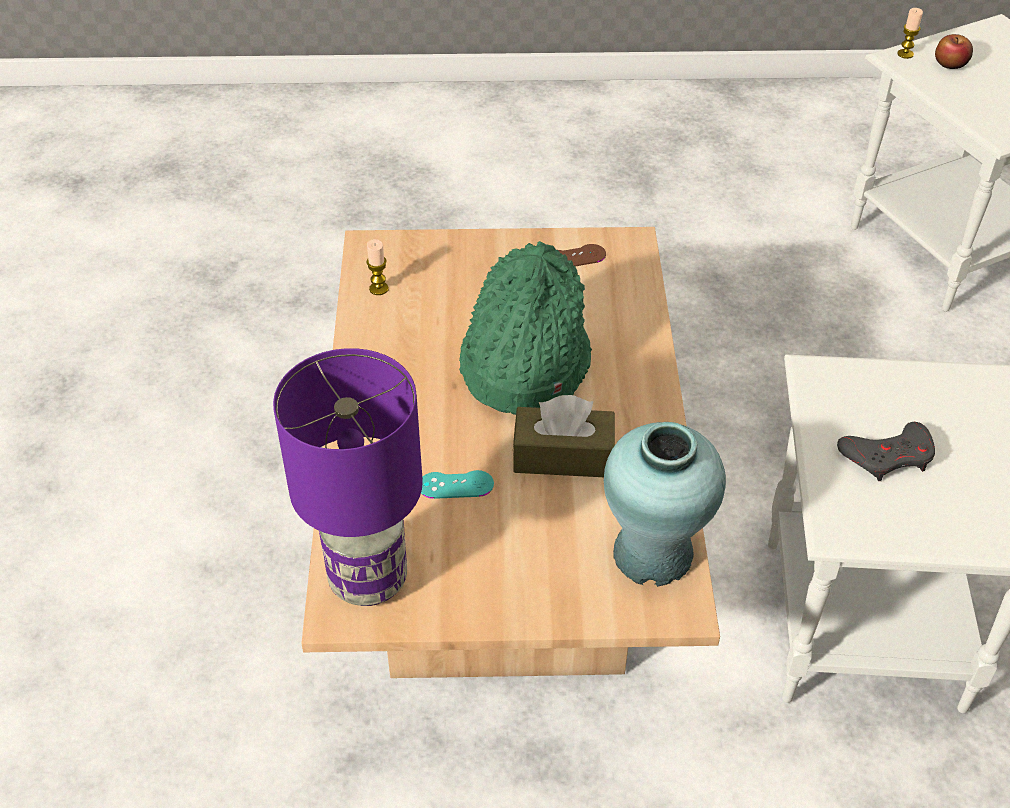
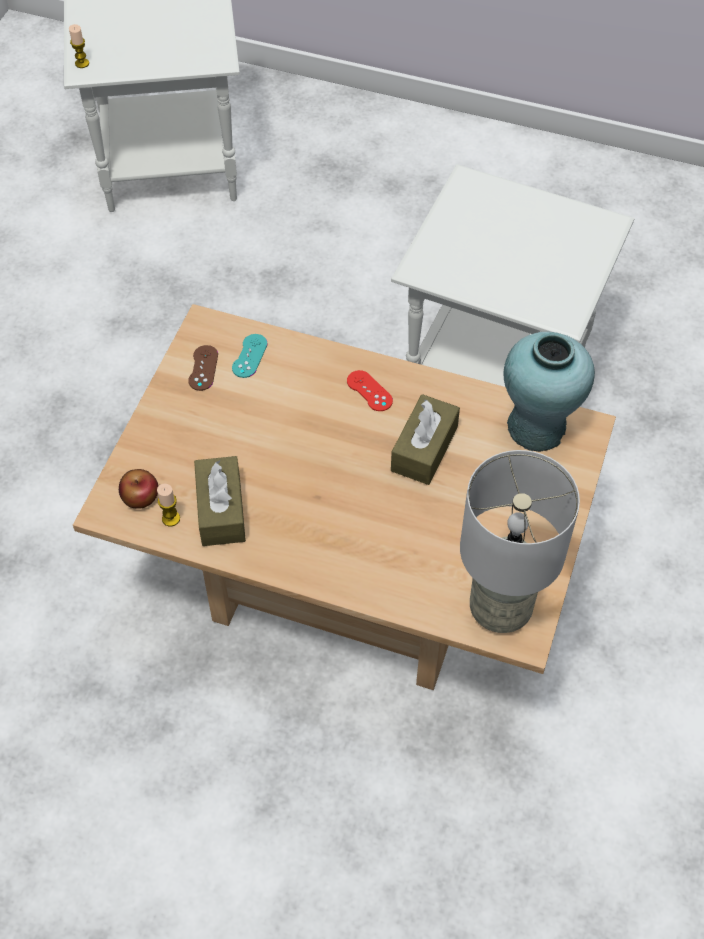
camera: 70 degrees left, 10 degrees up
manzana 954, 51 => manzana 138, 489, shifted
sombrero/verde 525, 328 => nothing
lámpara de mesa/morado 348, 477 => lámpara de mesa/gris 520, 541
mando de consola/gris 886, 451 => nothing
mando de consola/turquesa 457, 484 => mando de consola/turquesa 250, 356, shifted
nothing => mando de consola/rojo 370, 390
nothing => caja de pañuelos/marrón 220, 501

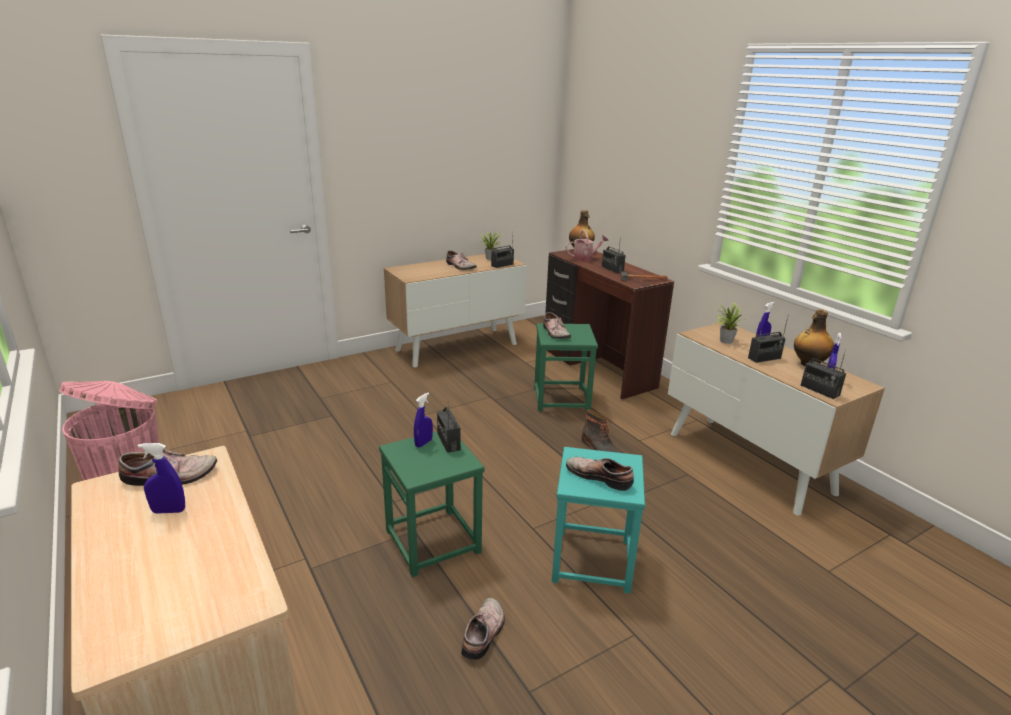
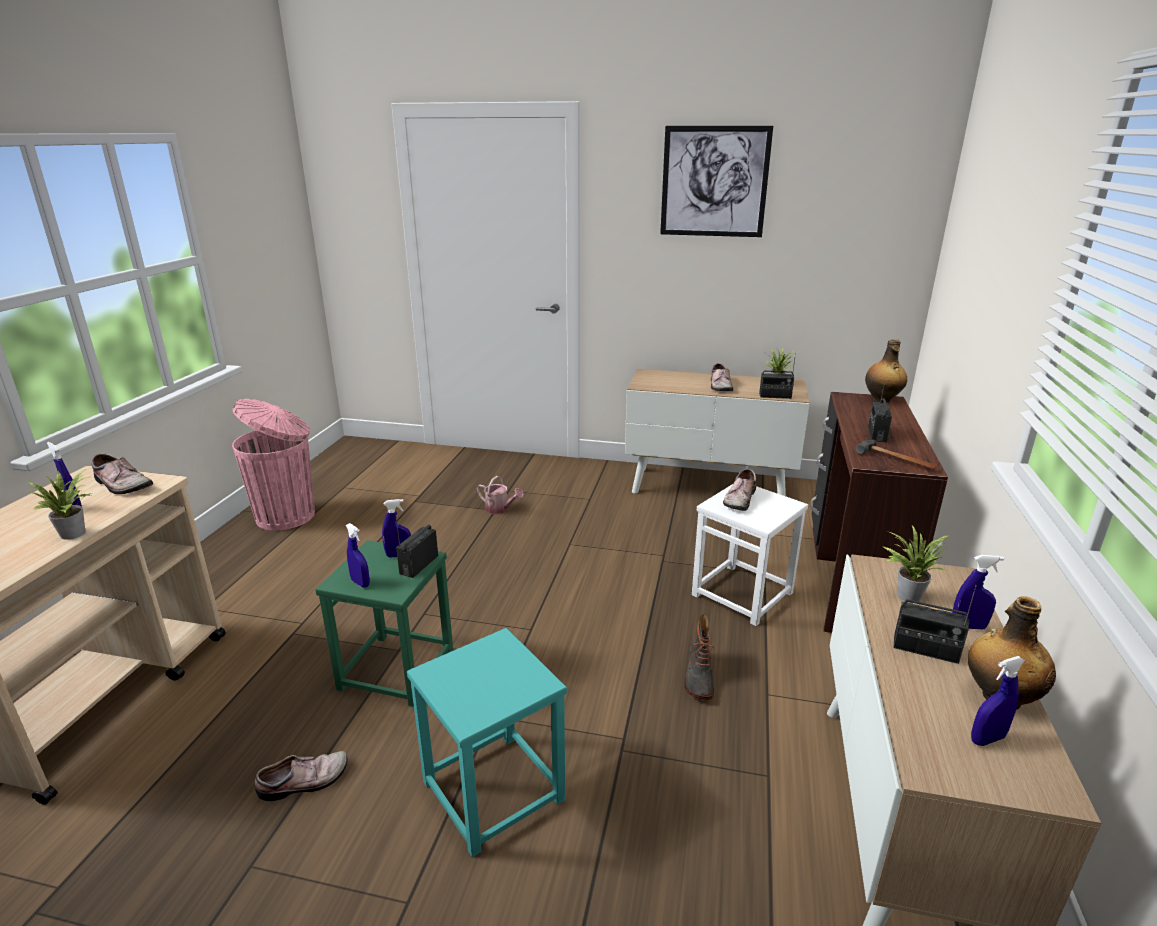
camera: 45 degrees right, 0 degrees up
regadera 587, 245 => regadera 500, 495, shifted
taburete/verde 566, 367 => taburete/blanco 750, 555
radio 823, 374 => nothing
zapato 600, 474 => nothing
nothing => cuadro 716, 181
nothing => planta en maceta 60, 504
nothing => pulverizador/azul 358, 555

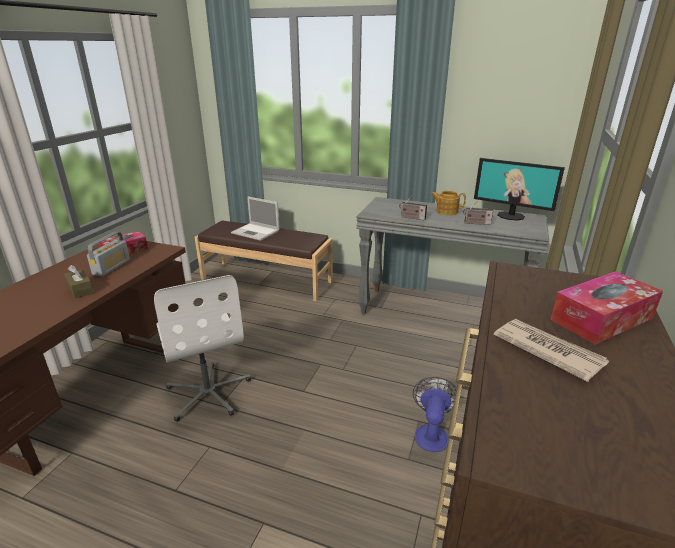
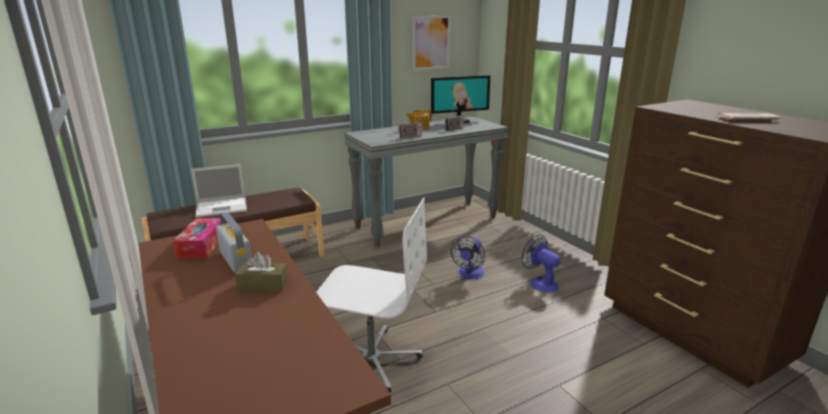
camera: 50 degrees left, 5 degrees down
caja de pañuelos 606, 307 => nothing
nothing => cuadro 431, 42
nothing => ventilador 468, 257

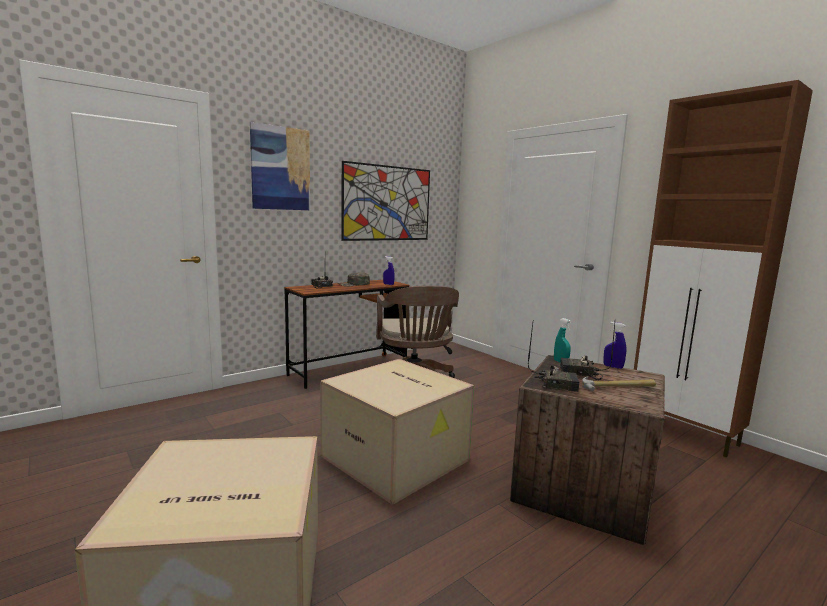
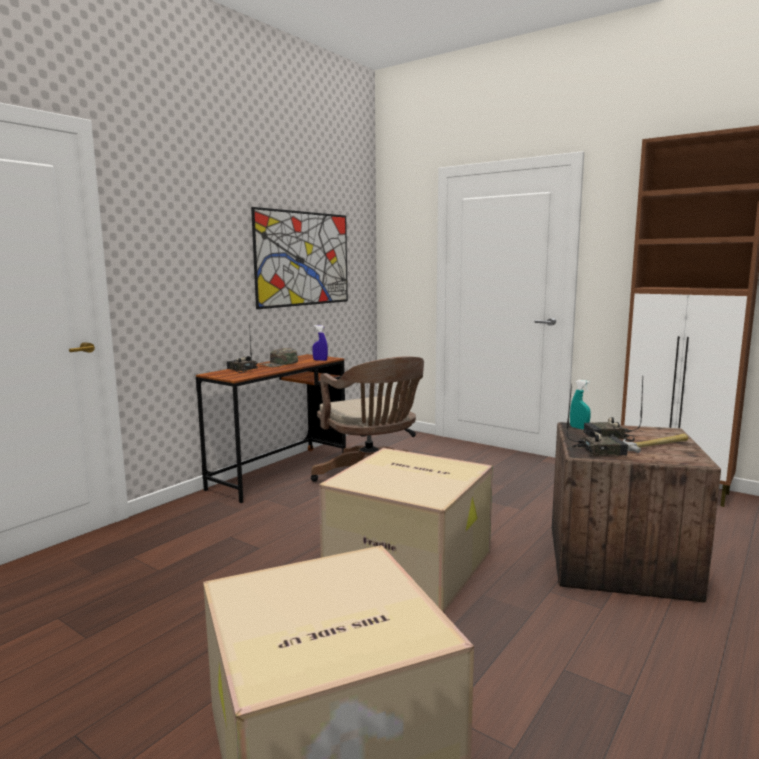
camera: 15 degrees left, 0 degrees up
cuadro 280, 166 => nothing
pulverizador/azul 614, 345 => nothing

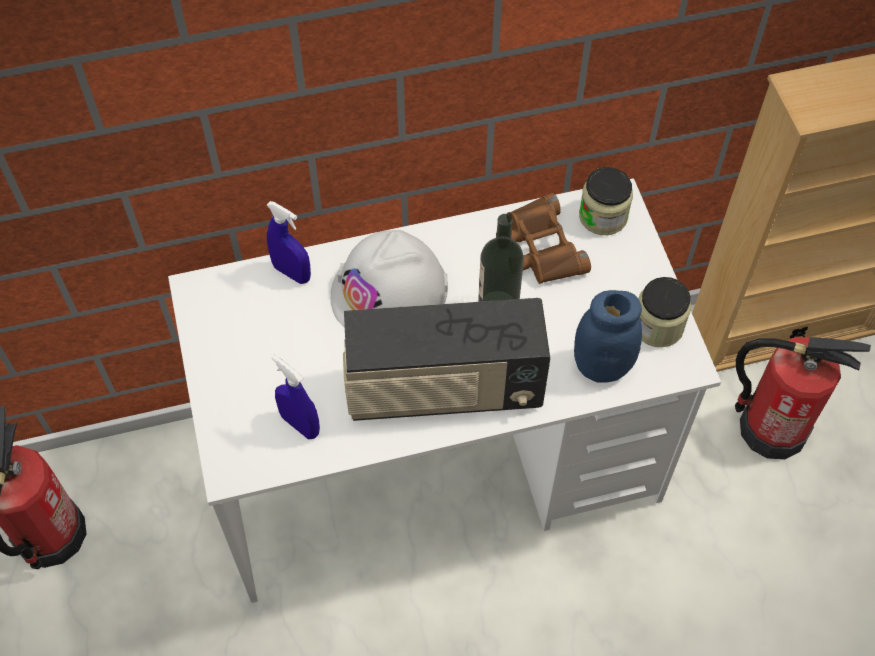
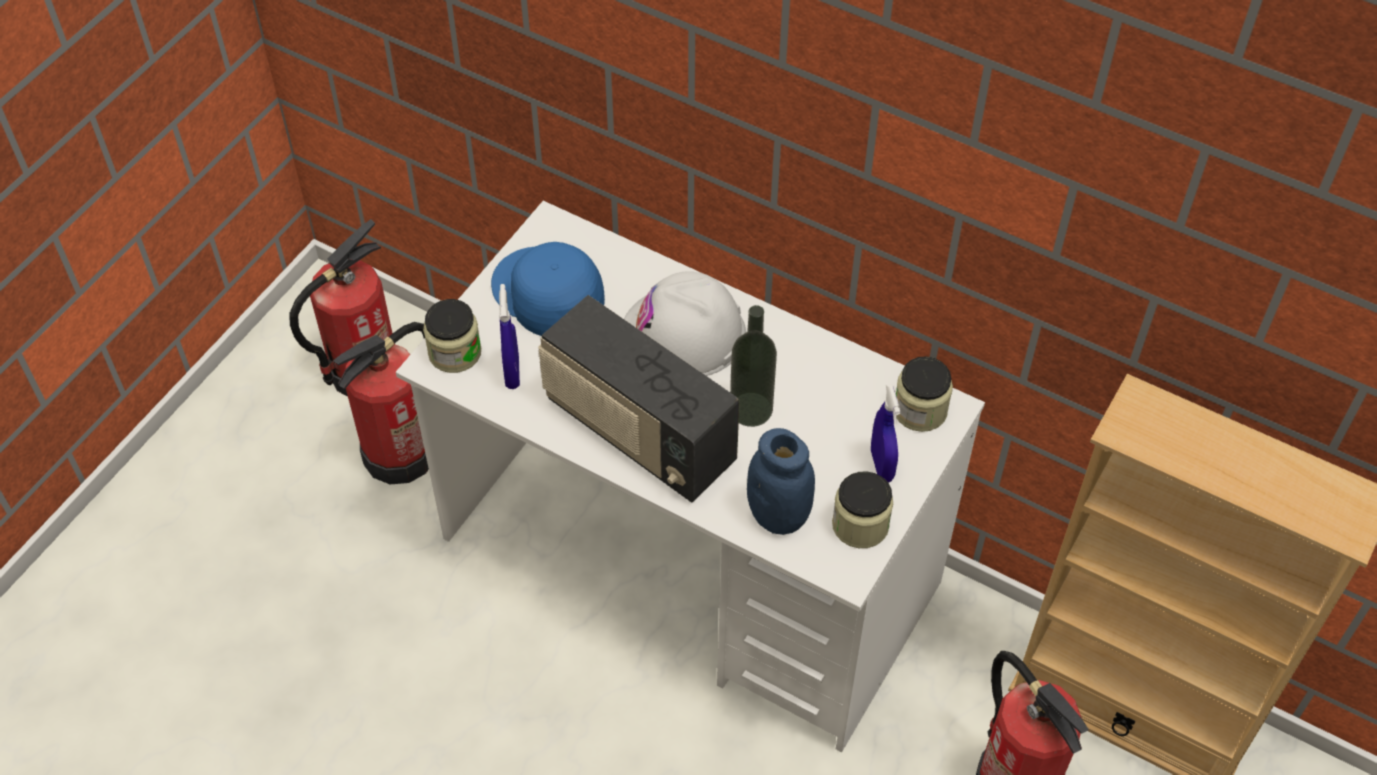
camera: 45 degrees right, 5 degrees down
prismáticos/marrón 543, 238 => nothing
pulverizador/azul 289, 242 => pulverizador/azul 886, 433, shifted
nothing => gorra/azul 548, 289
nothing => tarro 452, 336
nothing => extintor 381, 403

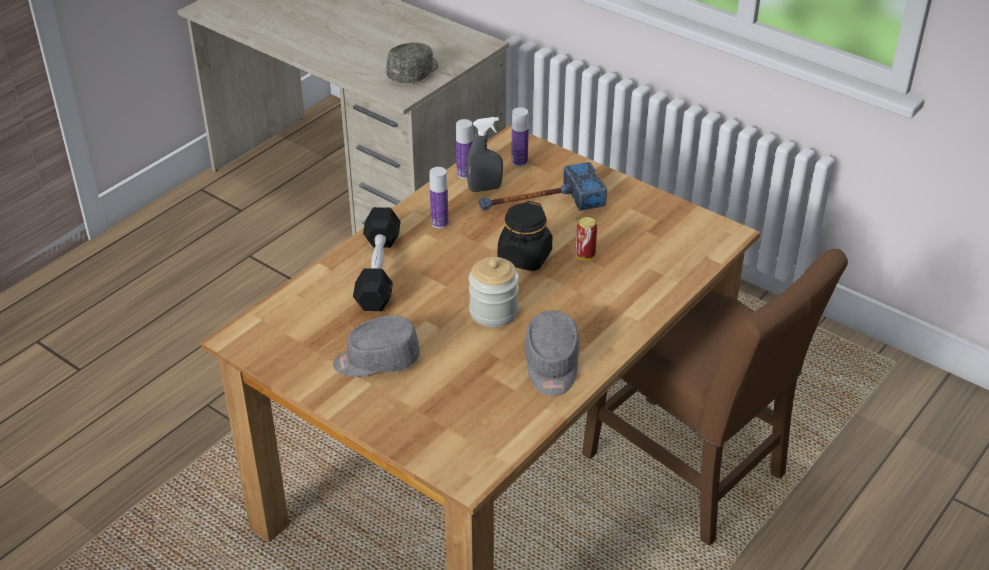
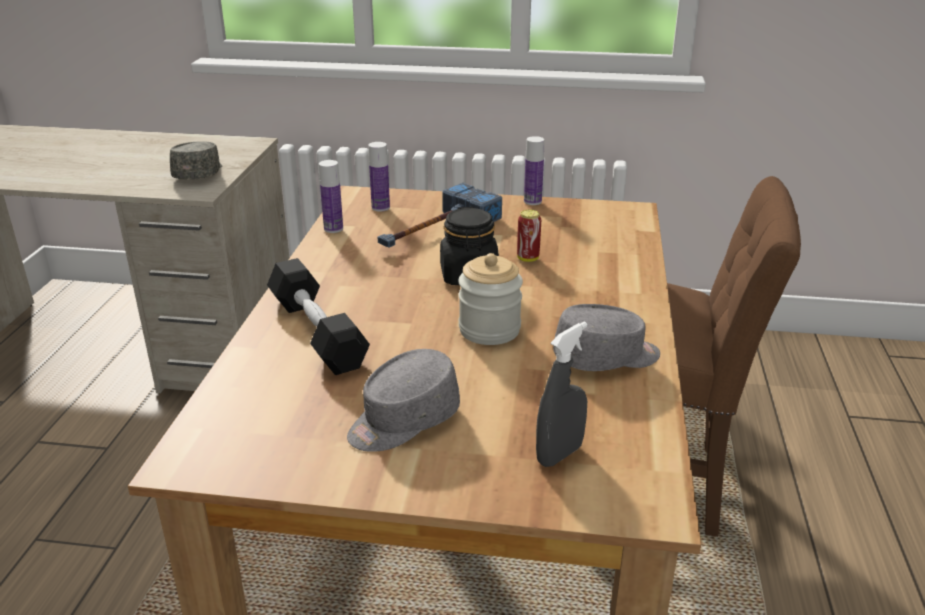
camera: 30 degrees left, 10 degrees down
pulverizador/gris 484, 154 => pulverizador/gris 562, 394, shifted
botella 439, 197 => botella 534, 170, shifted
gorra/gris 552, 353 => gorra/gris 606, 337, 75 degrees counterclockwise

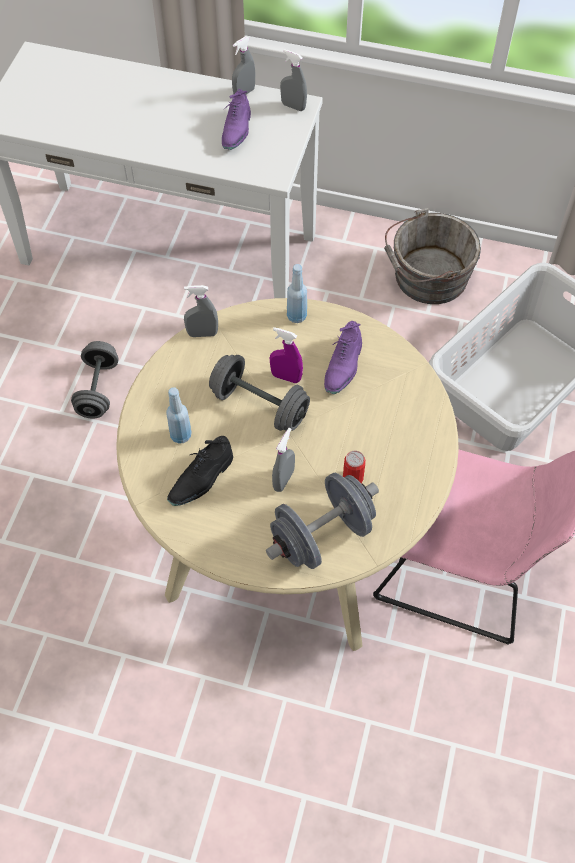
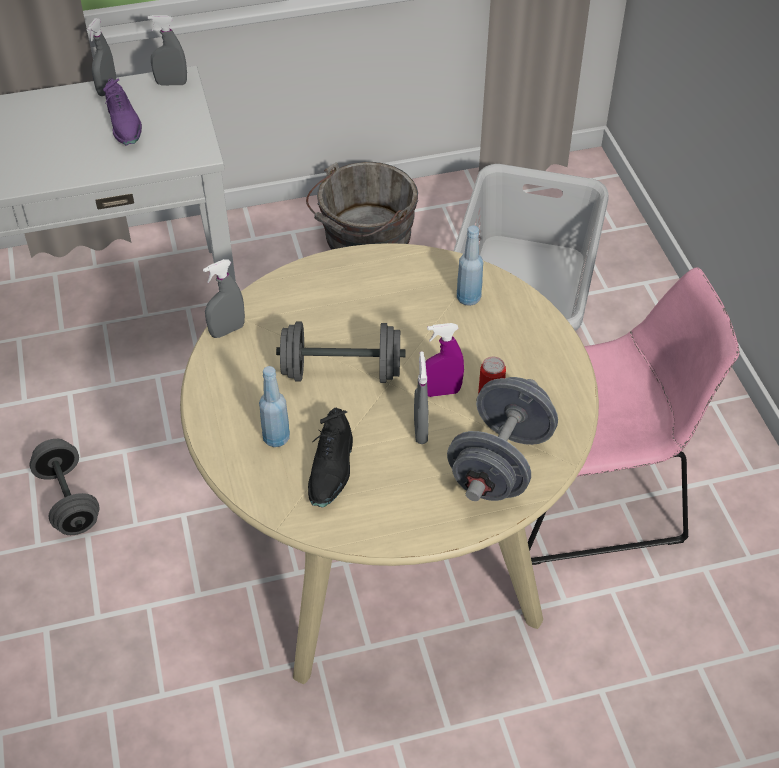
camera: 30 degrees left, 10 degrees down
botella/azul 297, 293 => botella/azul 470, 265, shifted
zapato/morado 343, 357 => nothing
pulverizador/morado 286, 355 => pulverizador/morado 444, 360, shifted

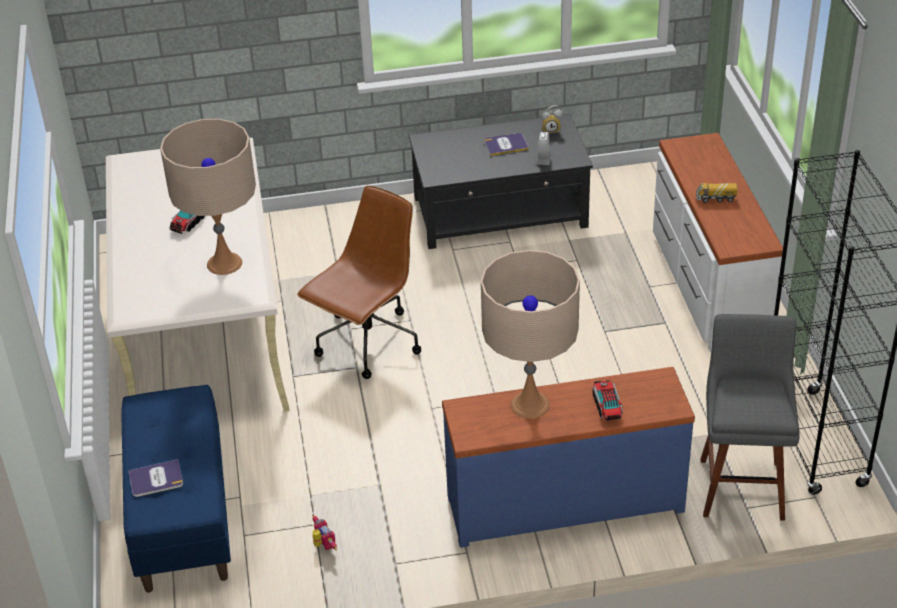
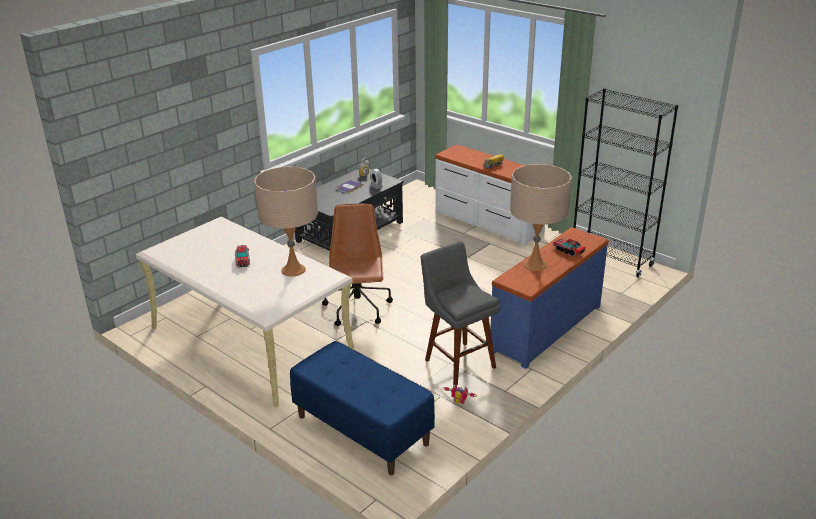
camera: 40 degrees left, 10 degrees down
taburete/gris 750, 417 => taburete/gris 460, 313, shifted
libro 155, 478 => nothing

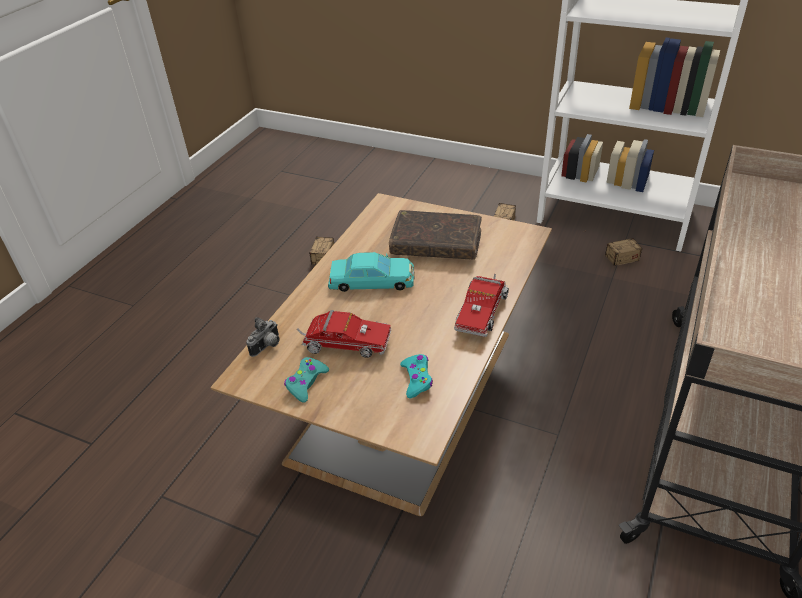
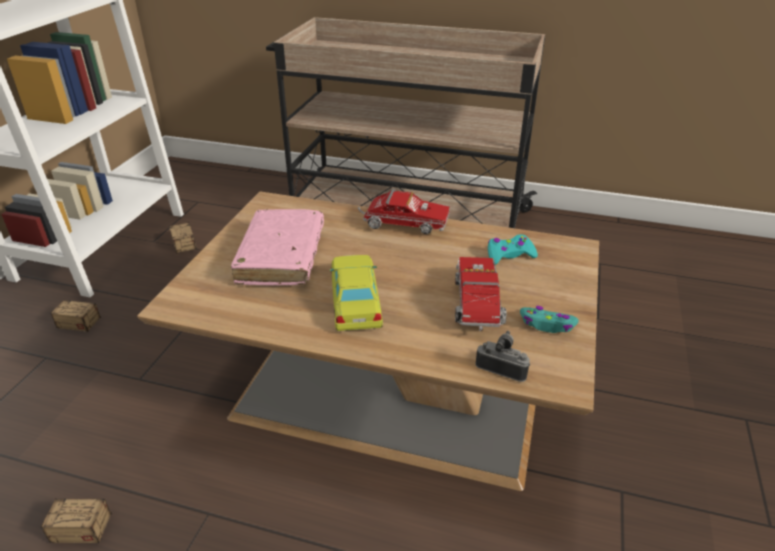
camera: 100 degrees left, 5 degrees down
libro/marrón 435, 235 => libro/rosa 277, 247
coche de juguete/turquesa 371, 272 => coche de juguete/amarillo 356, 293

